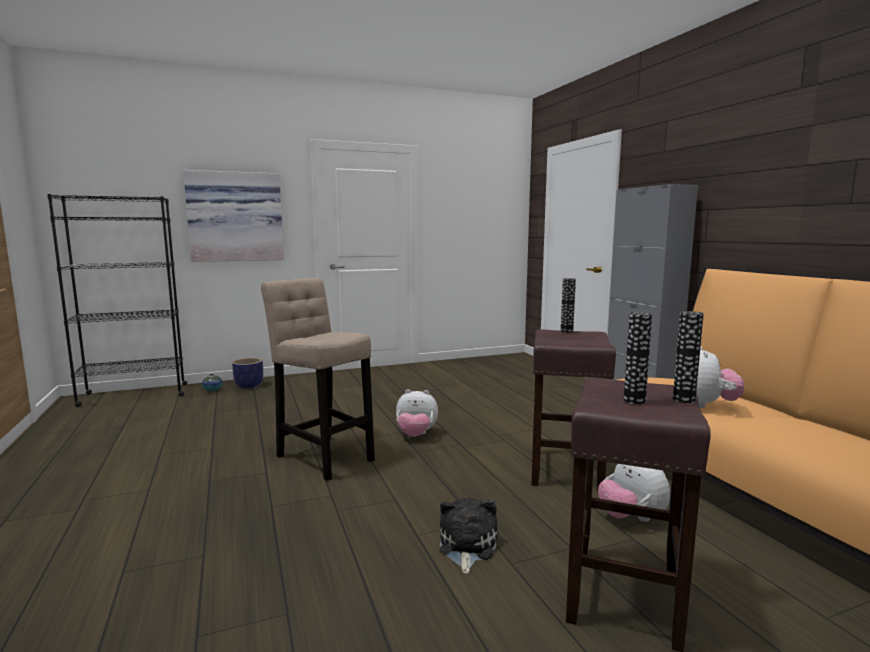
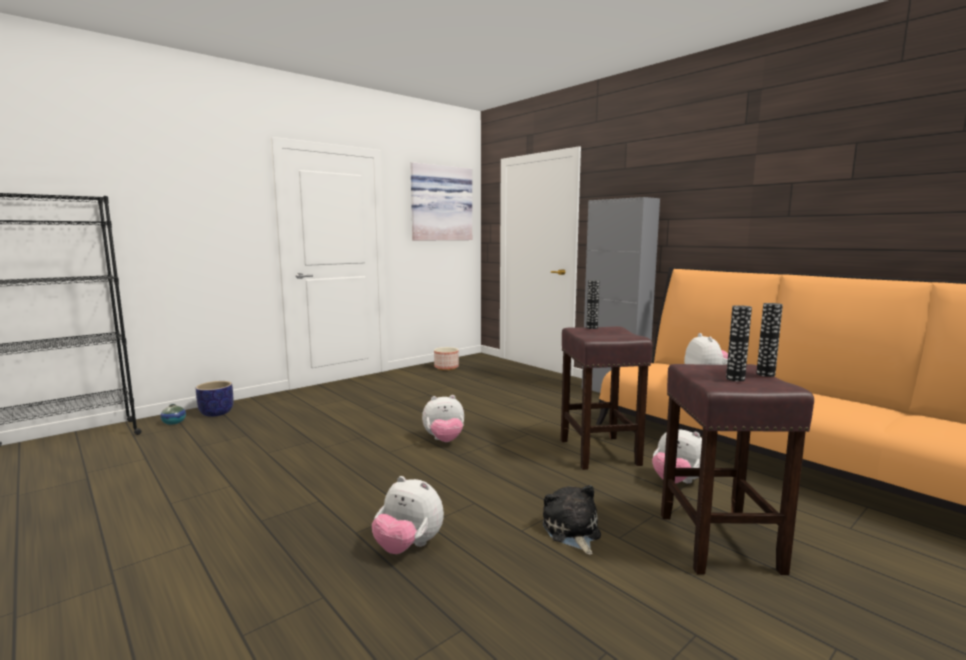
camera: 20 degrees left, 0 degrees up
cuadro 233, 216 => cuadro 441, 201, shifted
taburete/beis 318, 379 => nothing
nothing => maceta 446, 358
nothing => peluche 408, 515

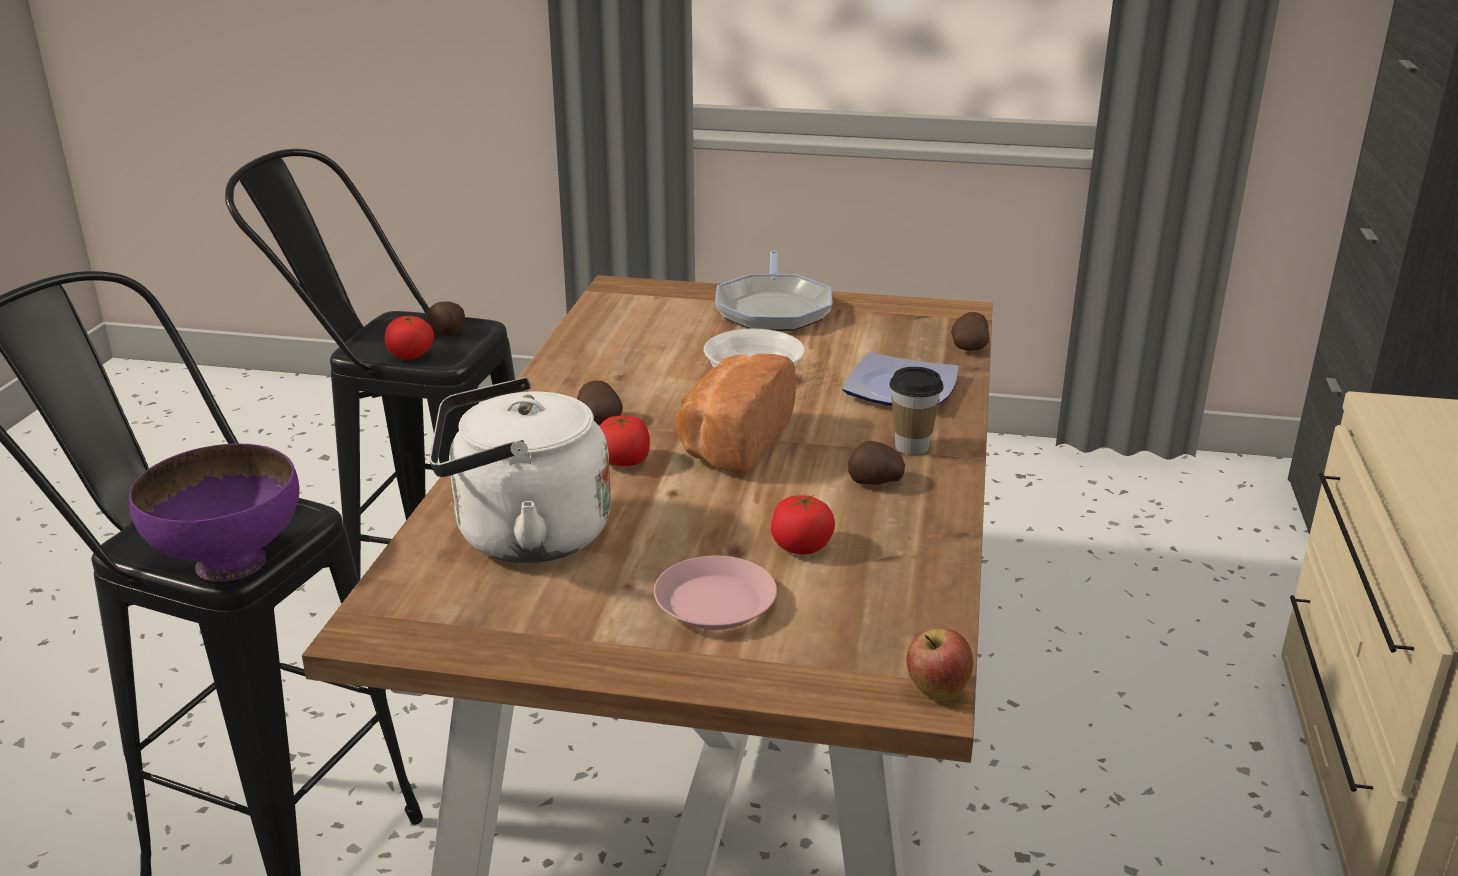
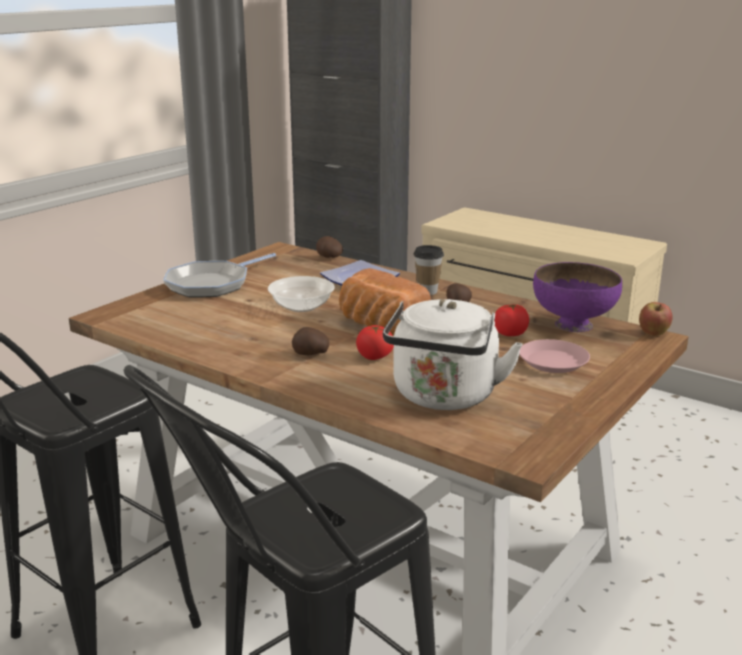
camera: 65 degrees left, 5 degrees down
sartén 773, 291 => sartén 219, 275, 105 degrees clockwise
patata 446, 318 => nothing
tomate 409, 338 => nothing
cuenco/morado 214, 512 => cuenco/morado 577, 297, shifted

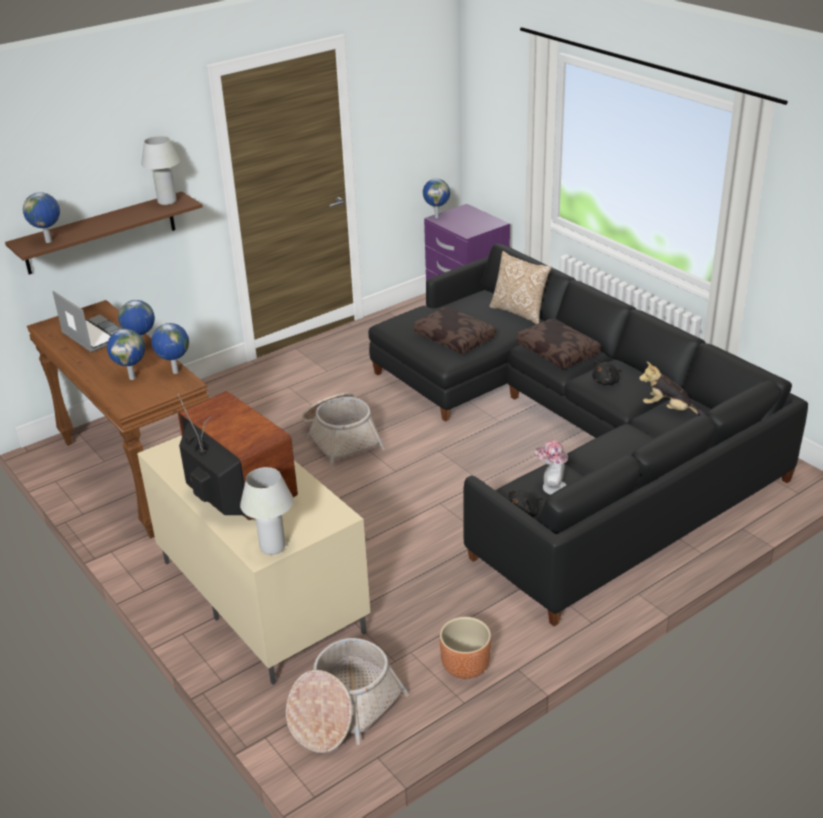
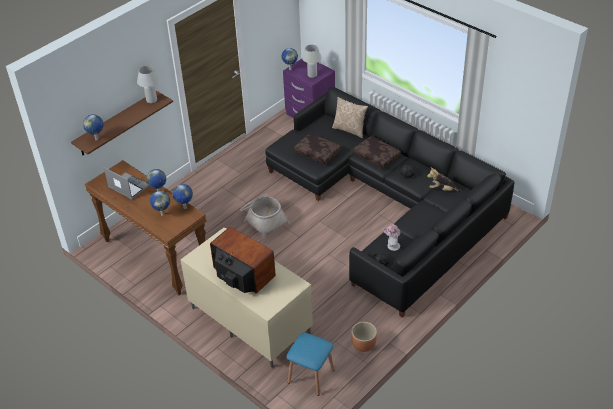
camera: 10 degrees left, 10 degrees up
lámpara de mesa/blanco 266, 511 => lámpara de mesa/blanco 312, 61, shifted
cesta 347, 695 => taburete/azul 310, 364

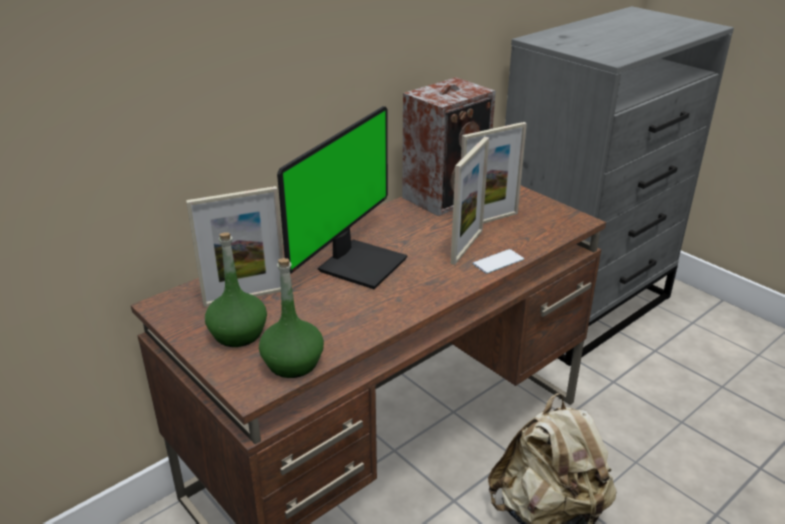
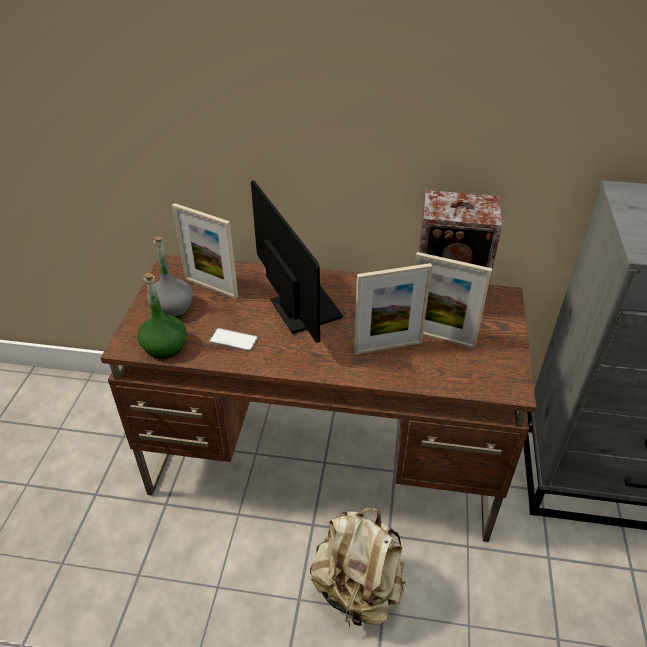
camera: 50 degrees right, 10 degrees up
monitor 342, 197 => monitor 297, 261, 105 degrees counterclockwise
botella/verde 236, 290 => botella/gris 170, 277
móvil 498, 261 => móvil 233, 339, shifted

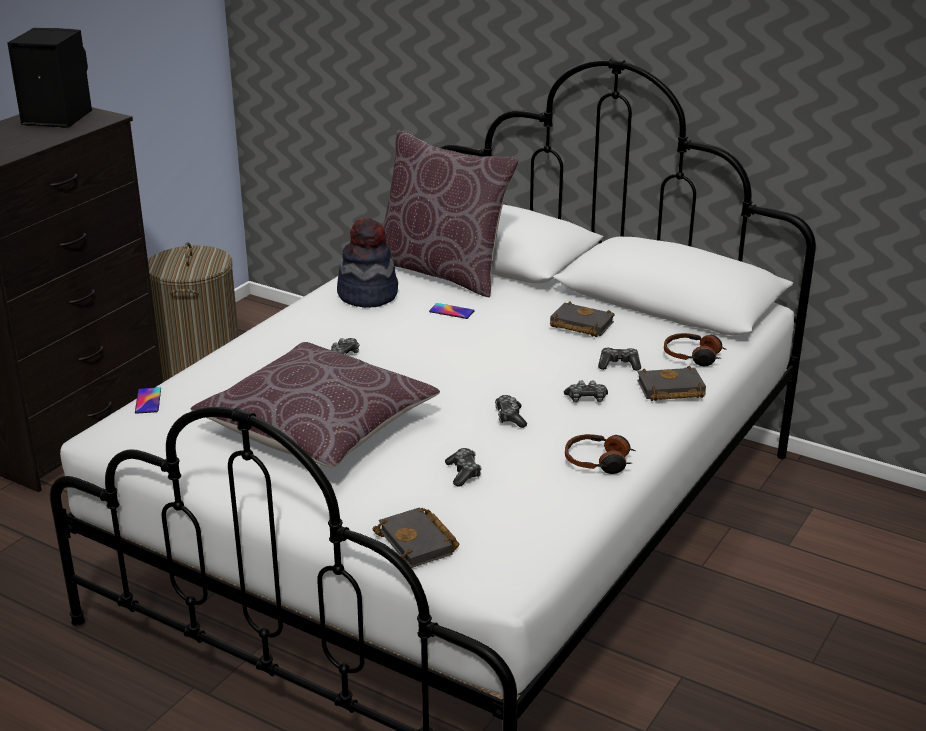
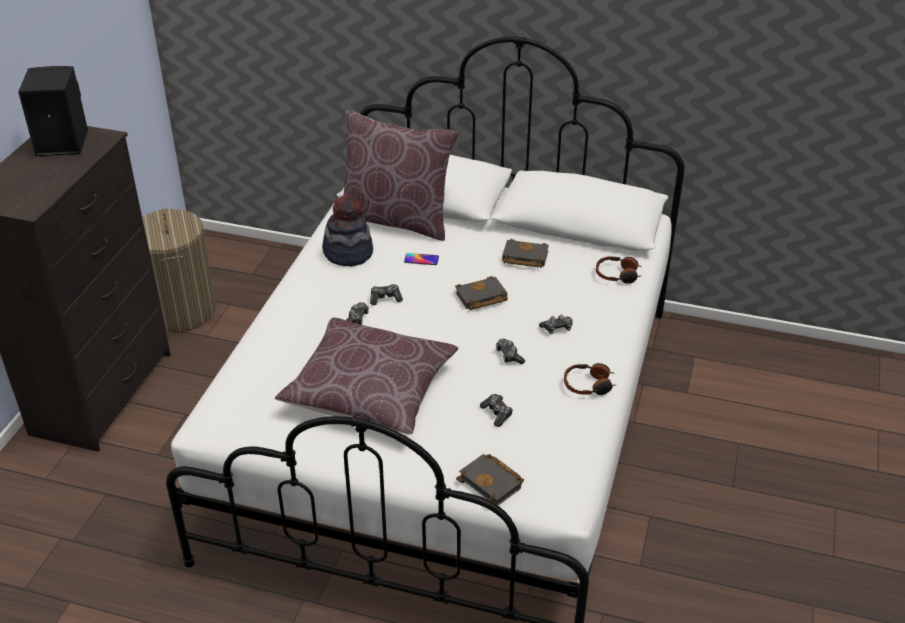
camera: 15 degrees left, 10 degrees up
mando de consola 619, 359 => mando de consola 386, 294, shifted
libro/negro 671, 383 => libro/negro 481, 293, shifted
móvil 148, 400 => nothing

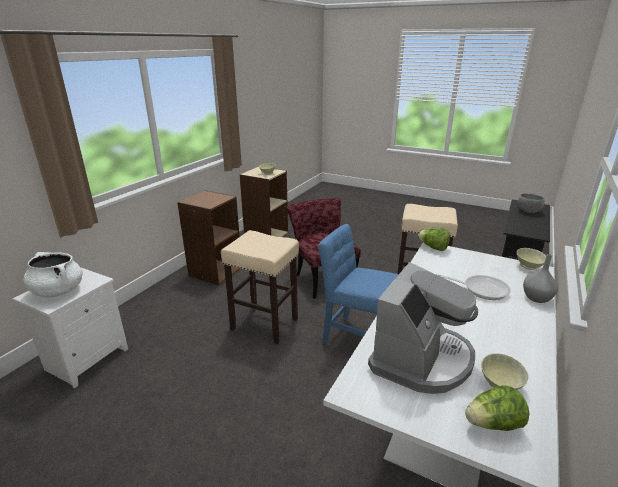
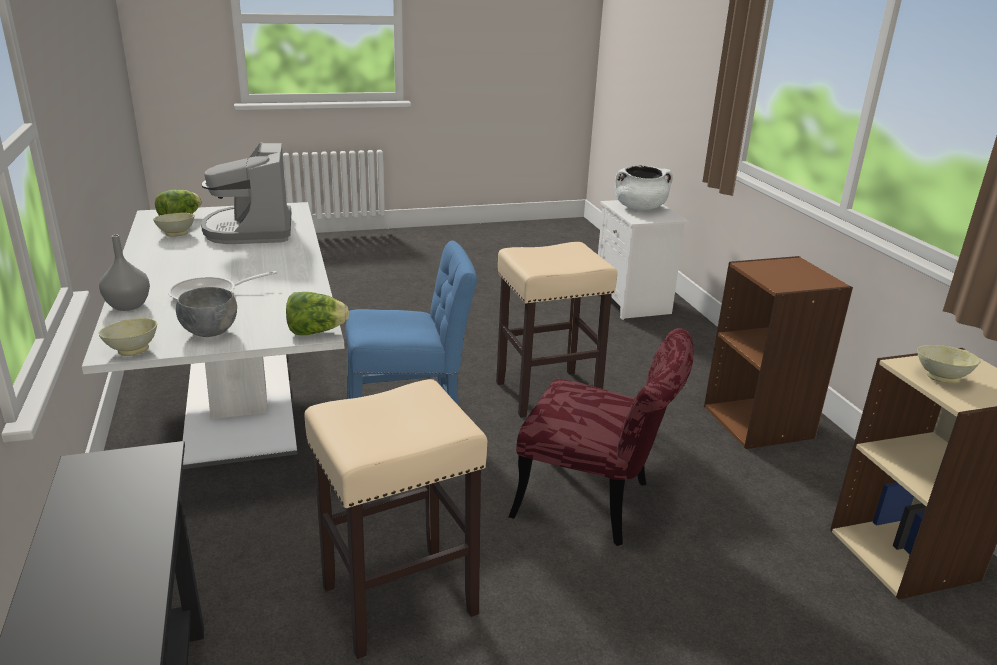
camera: 135 degrees right, 0 degrees up
cuenco/gris 531, 203 => cuenco/gris 206, 312, shifted

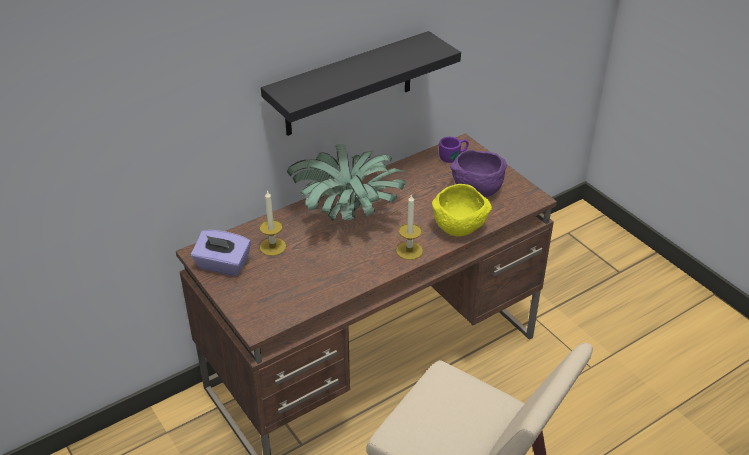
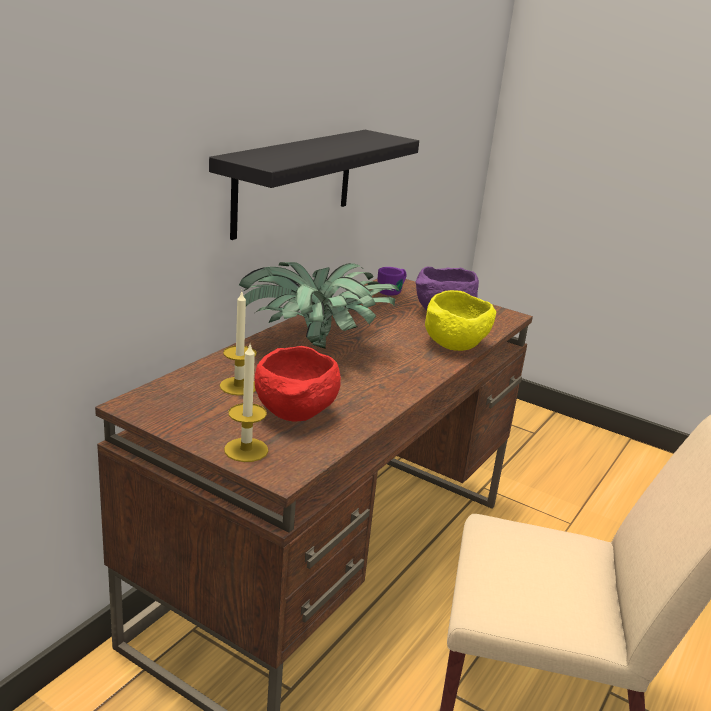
camera: 25 degrees left, 15 degrees down
vela 409, 227 => vela 246, 403, shifted
caja de pañuelos/morado 221, 253 => nothing
nothing => cuenco/rojo 298, 384

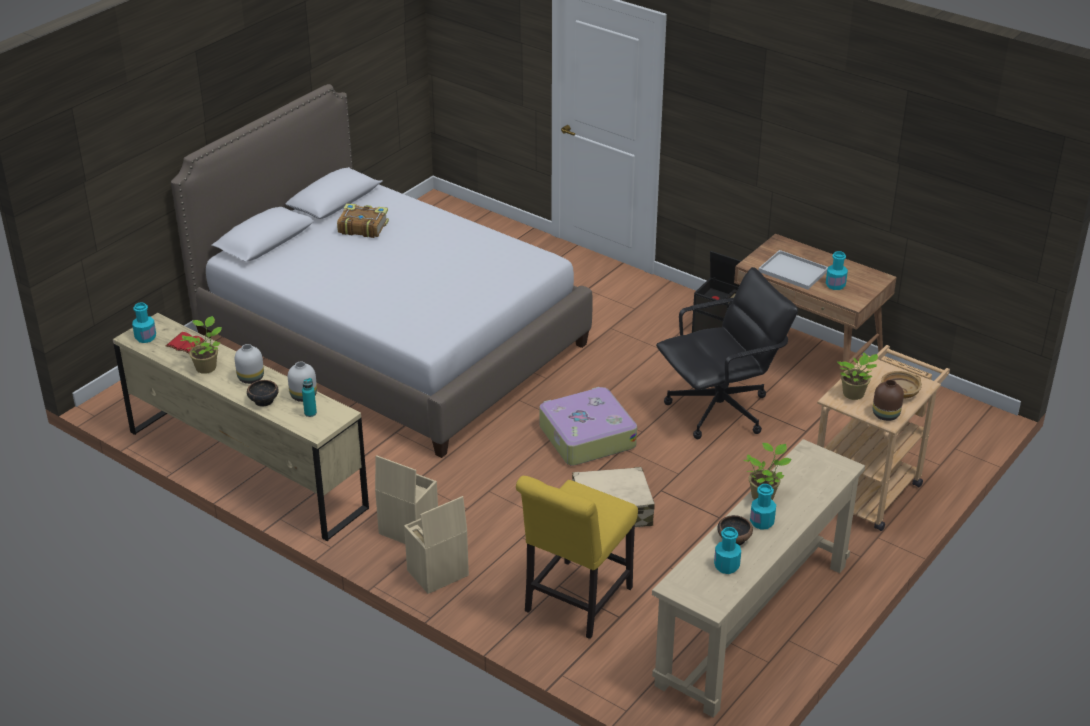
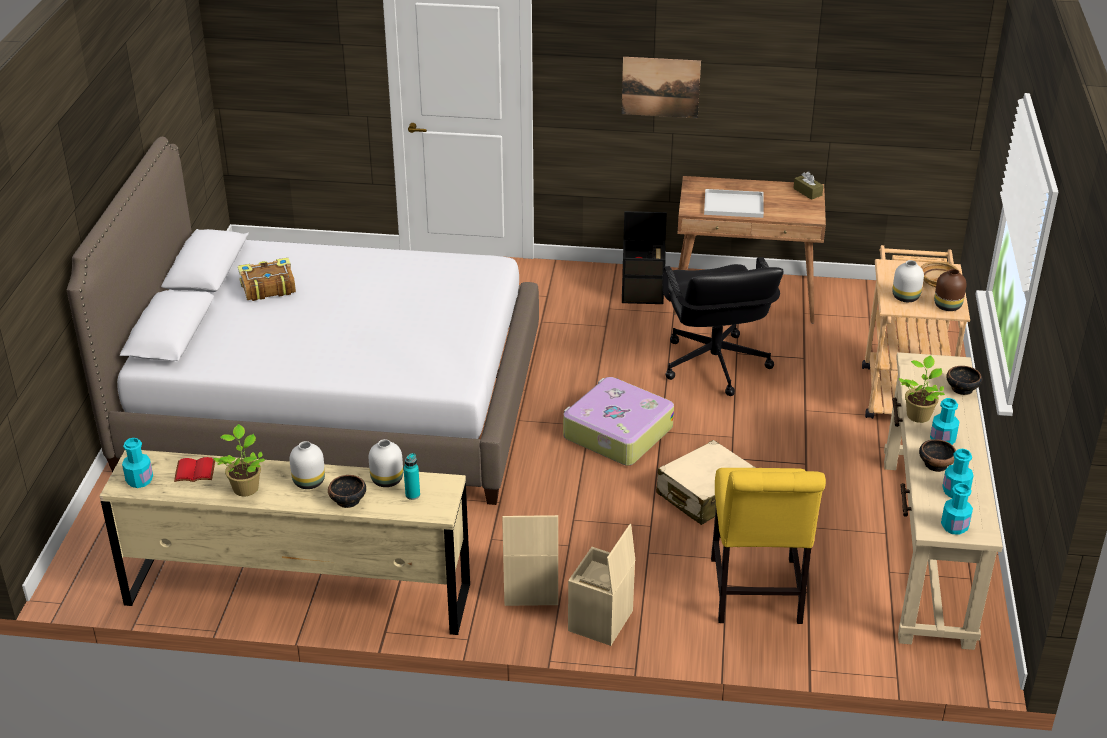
camera: 30 degrees left, 0 degrees up
botella/turquesa 837, 270 => botella/turquesa 957, 509, shifted
silla de oficina/negro 727, 353 => silla de oficina/negro 722, 326, 135 degrees clockwise
planta en maceta 857, 376 => florero/blanco 908, 281
nothing => cuadro 661, 87
nothing => caja de pañuelos/marrón 808, 185
nothing => cuenco 964, 380

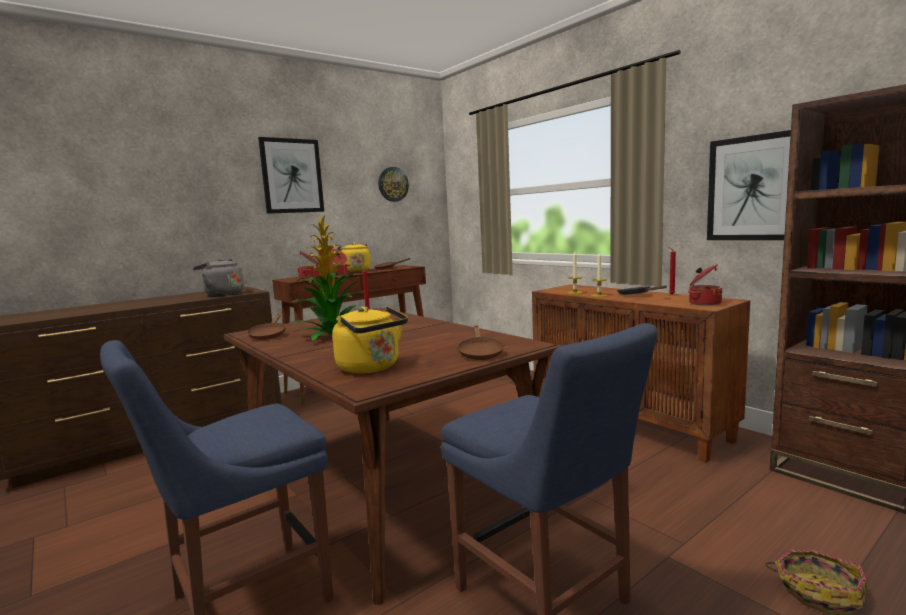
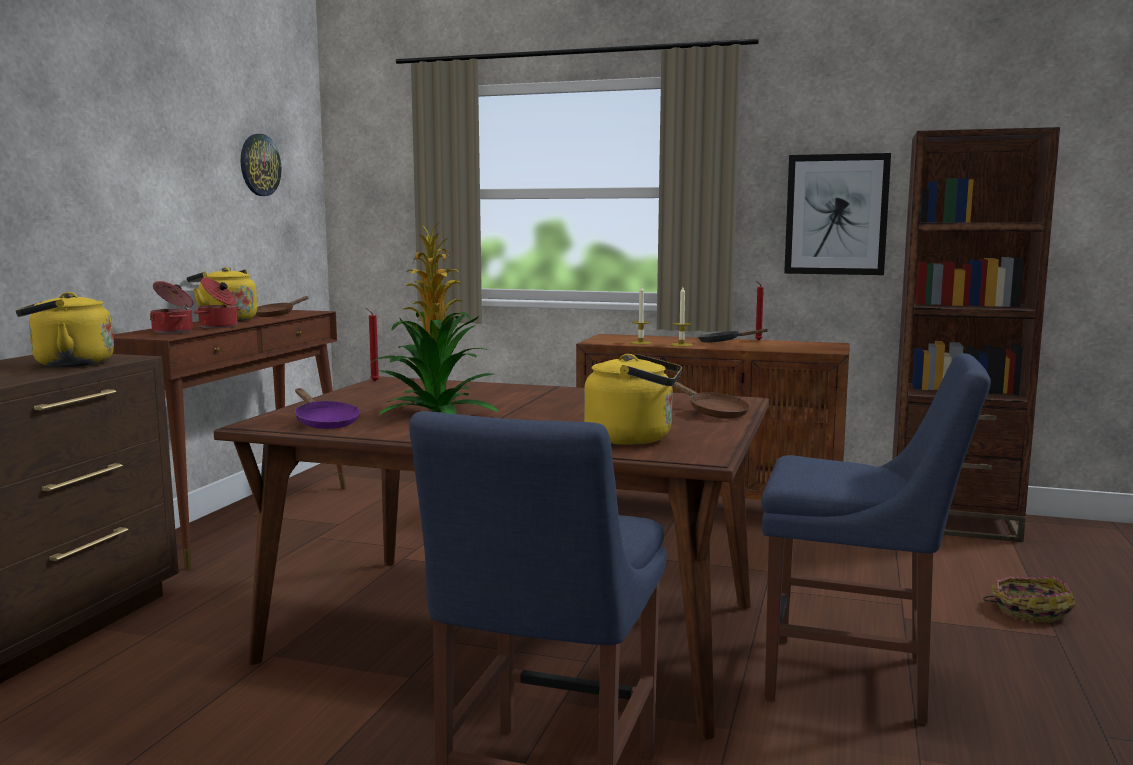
camera: 35 degrees left, 0 degrees up
cuadro 291, 175 => nothing
hervidor/gris 218, 277 => hervidor/amarillo 65, 329
olla 705, 285 => nothing
sartén/marrón 266, 327 => sartén/morado 327, 408

